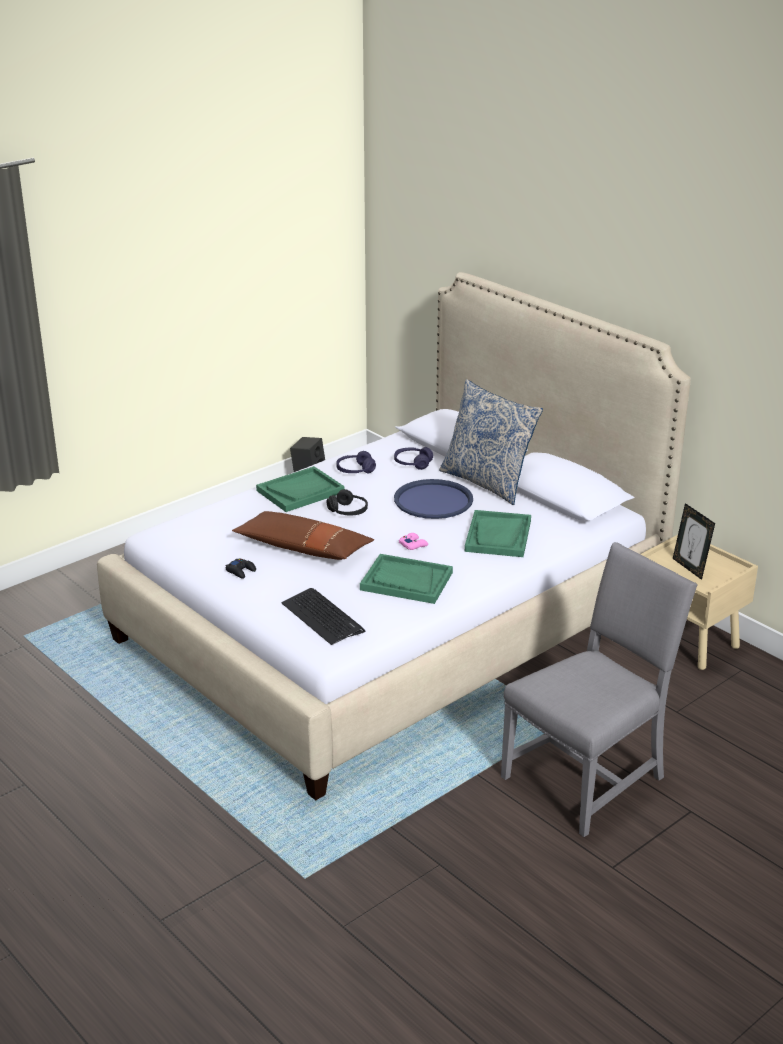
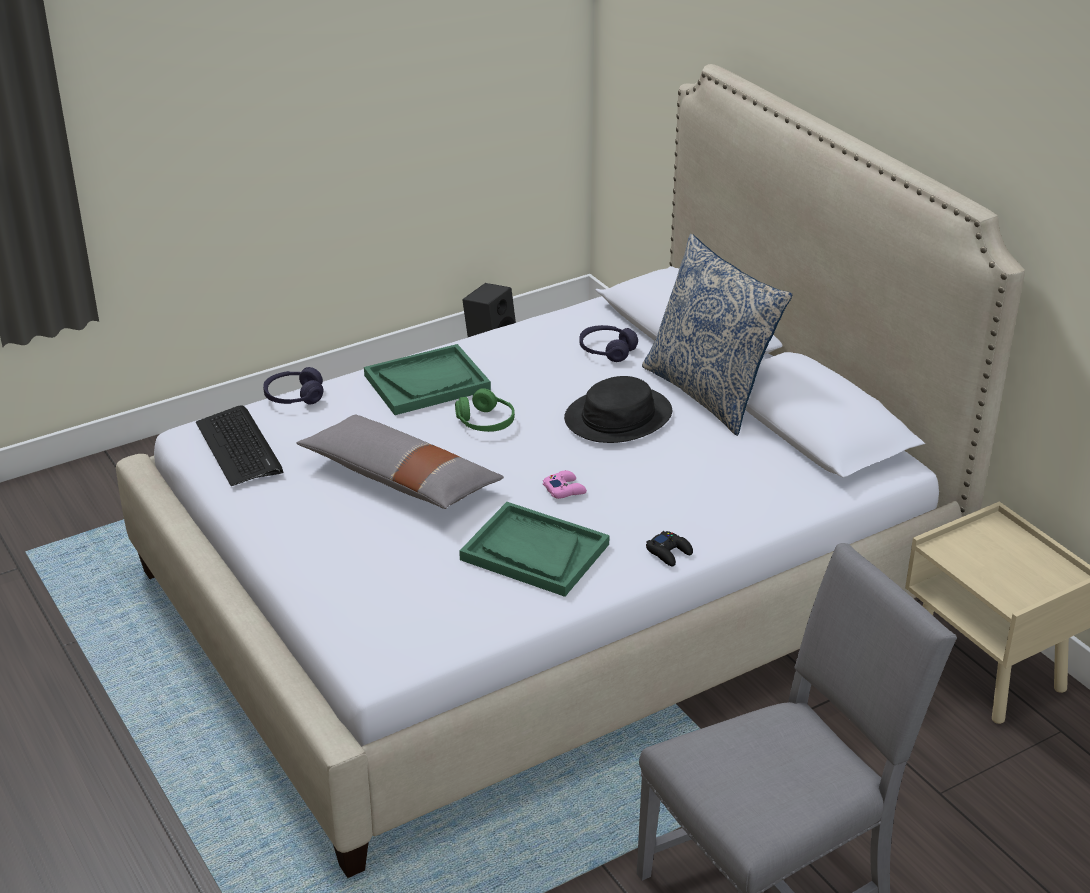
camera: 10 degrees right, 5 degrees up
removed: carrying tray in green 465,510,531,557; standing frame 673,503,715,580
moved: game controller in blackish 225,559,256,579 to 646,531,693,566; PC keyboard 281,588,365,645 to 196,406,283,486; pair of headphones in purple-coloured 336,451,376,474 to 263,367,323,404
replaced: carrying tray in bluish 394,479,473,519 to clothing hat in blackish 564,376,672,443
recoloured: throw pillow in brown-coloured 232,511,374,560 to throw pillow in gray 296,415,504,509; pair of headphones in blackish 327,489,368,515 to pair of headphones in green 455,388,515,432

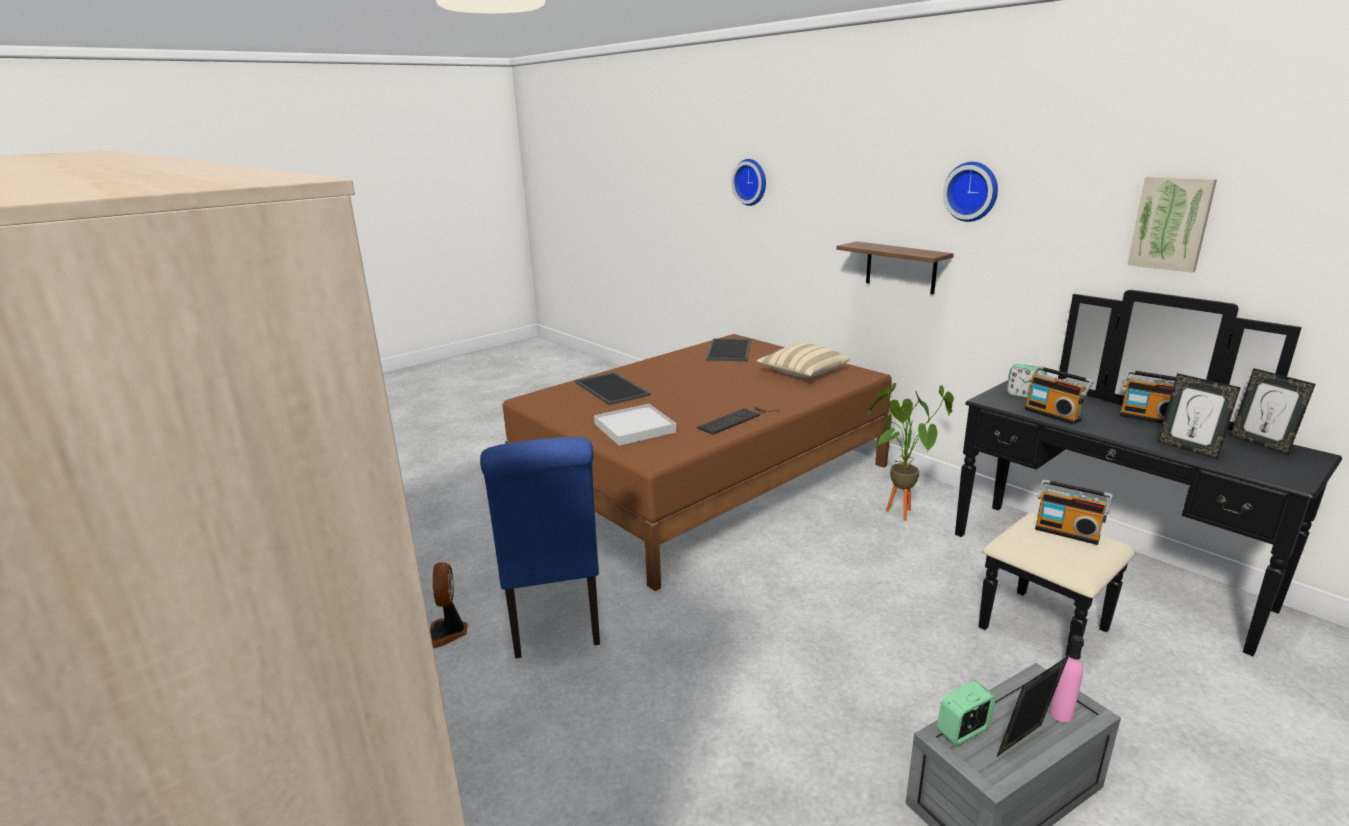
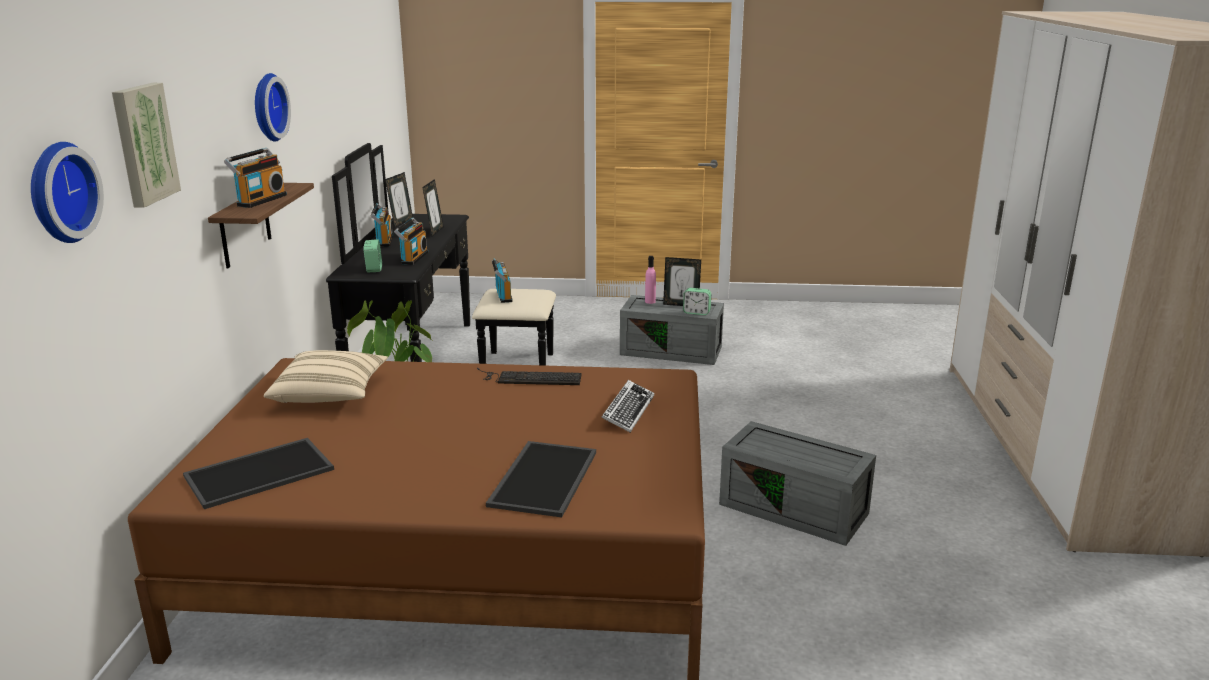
camera: 135 degrees left, 0 degrees up
removed: fan 430,562,468,648
added: radio set 224,148,287,208
moved: wall art 1127,177,1217,273 to 112,83,181,208
replaced: plain chair in bluish 480,437,600,659 to storage container in gray 719,421,876,546; carrying tray in whitish 594,404,676,446 to PC keyboard 601,380,654,433

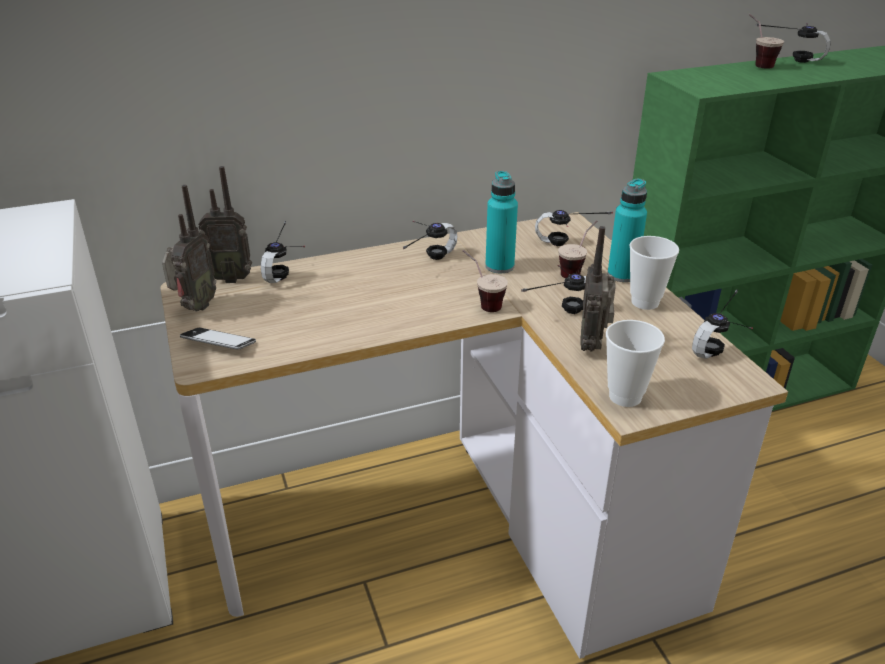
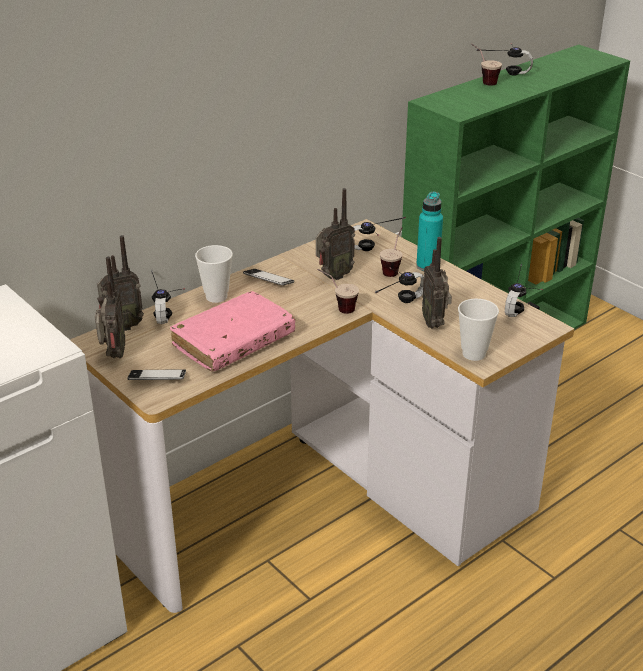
camera: 20 degrees left, 0 degrees up
added: volume in pink 170,291,295,372
moved: cup 629,236,679,310 to 195,245,233,303
replaced: pair of headphones 403,221,457,260 to phone 243,269,294,285; beverage bottle in turquoise-coloured 485,171,518,273 to radio set 316,188,355,280

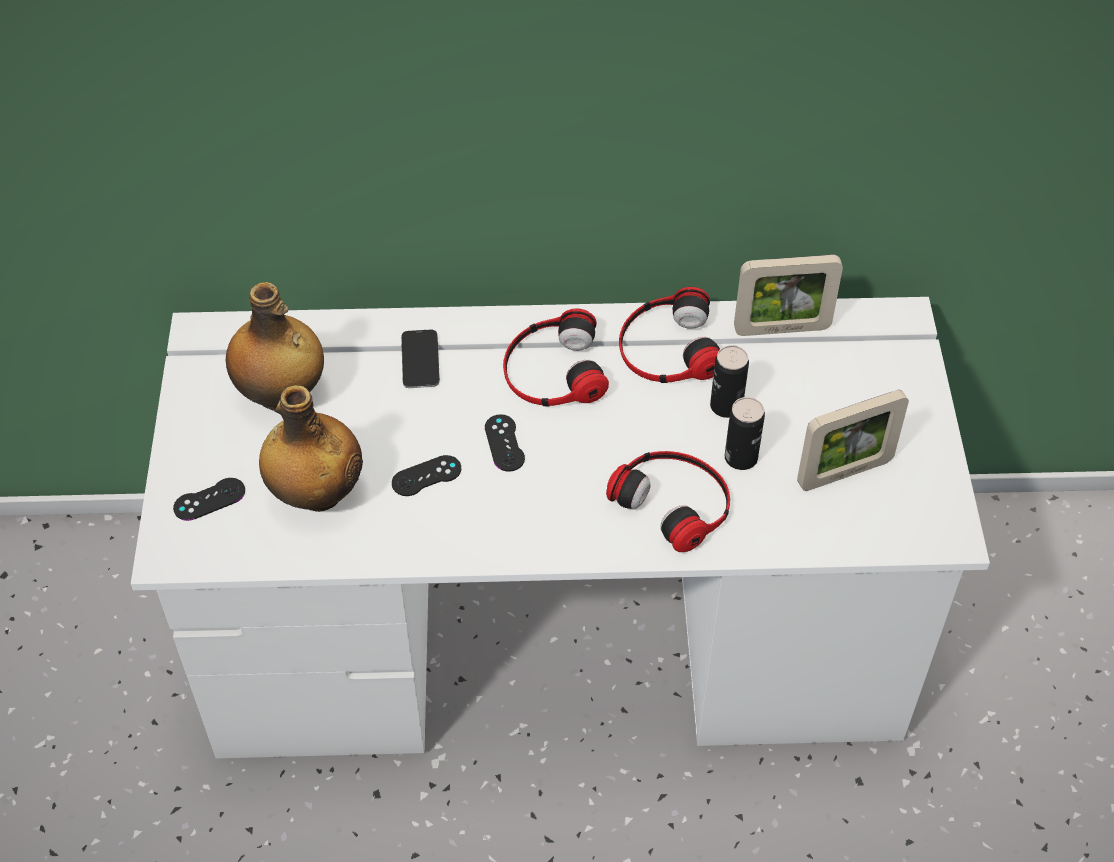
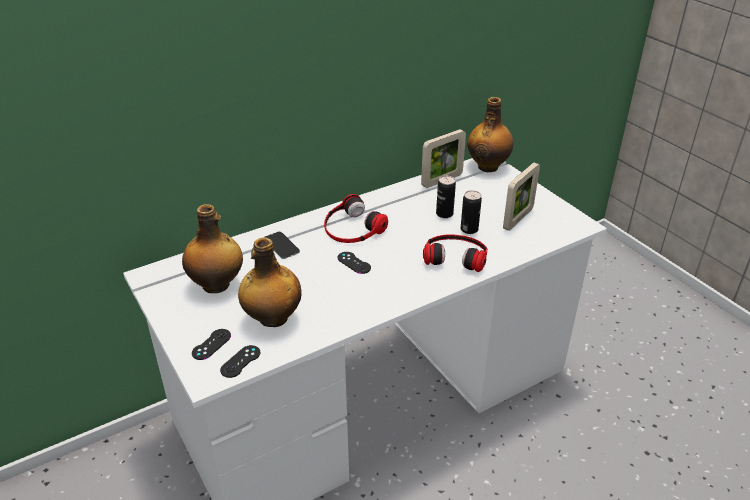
camera: 30 degrees left, 15 degrees down
removed: pair of headphones 619,287,720,383
added: beverage bottle 467,97,514,172
moved: game controller in blackish 392,455,461,496 to 220,345,260,378

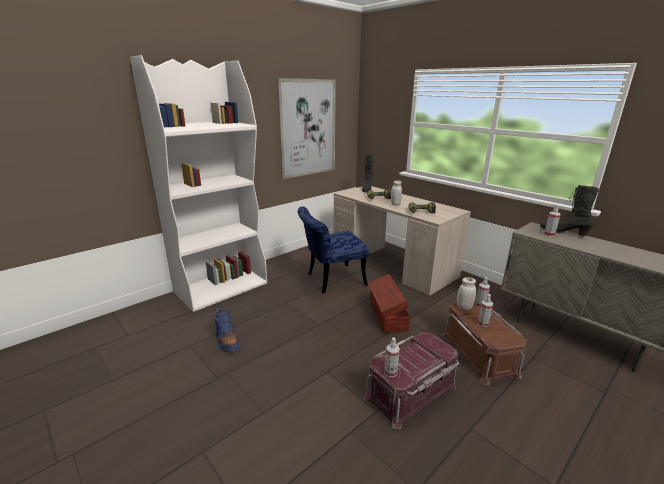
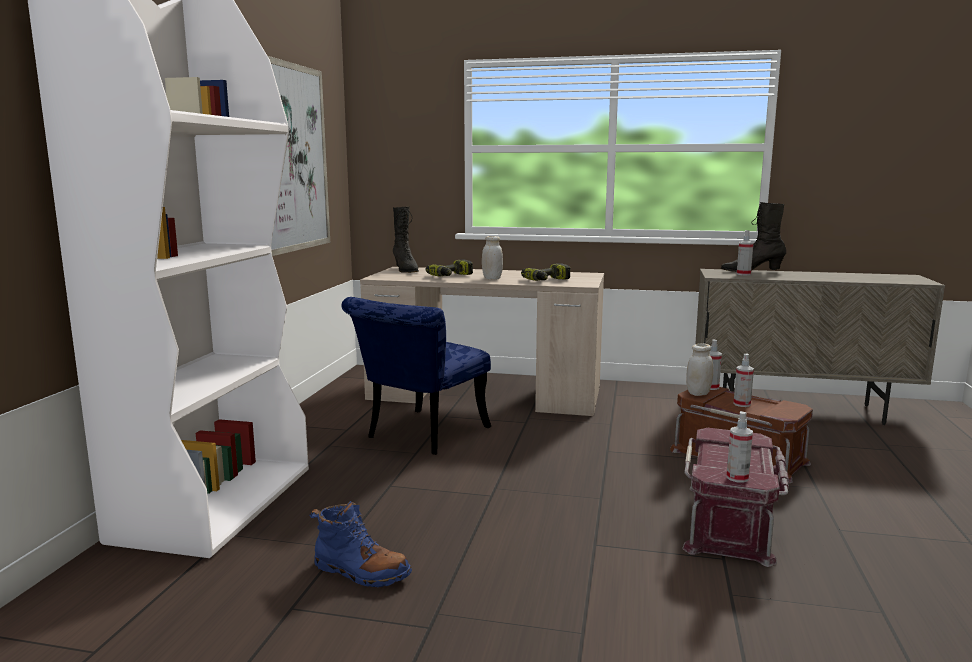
camera: 35 degrees left, 10 degrees down
removed: storage container in brown-coloured 368,274,410,333

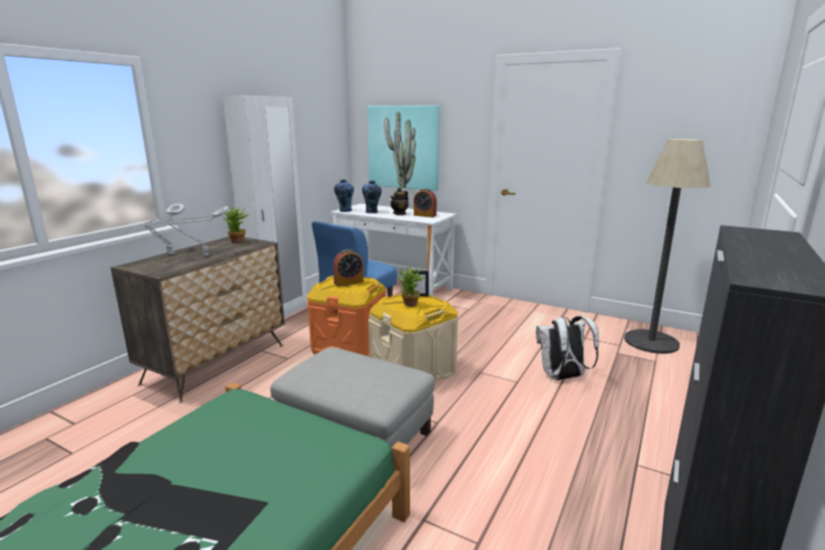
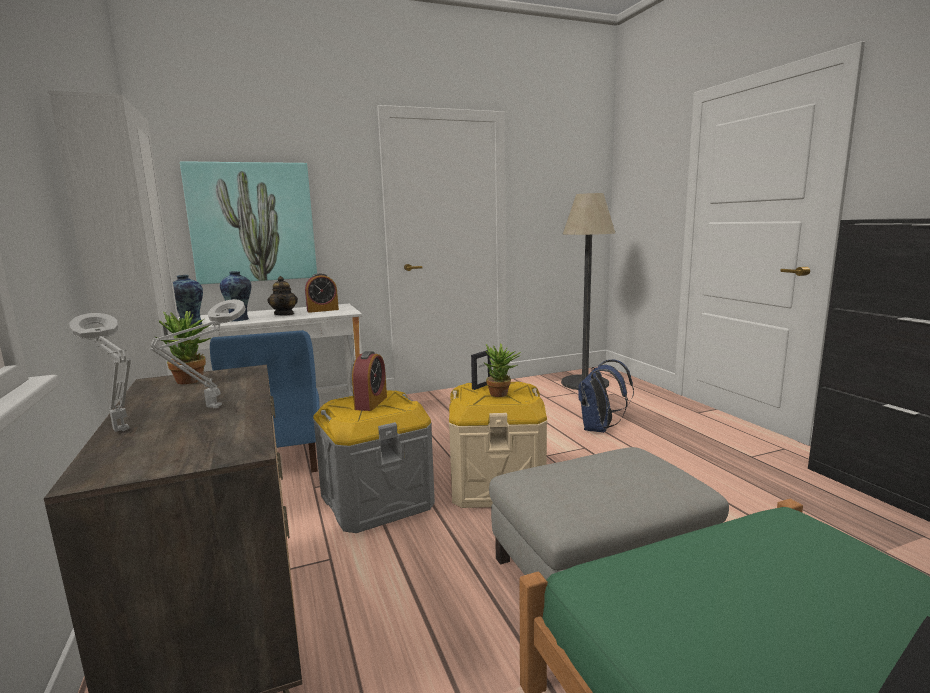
camera: 50 degrees left, 5 degrees down
recoloured: storage container in orange-coloured 307,275,386,357 to storage container in gray 313,390,435,533; backpack in whitish 536,316,599,380 to backpack in bluish 578,359,634,433

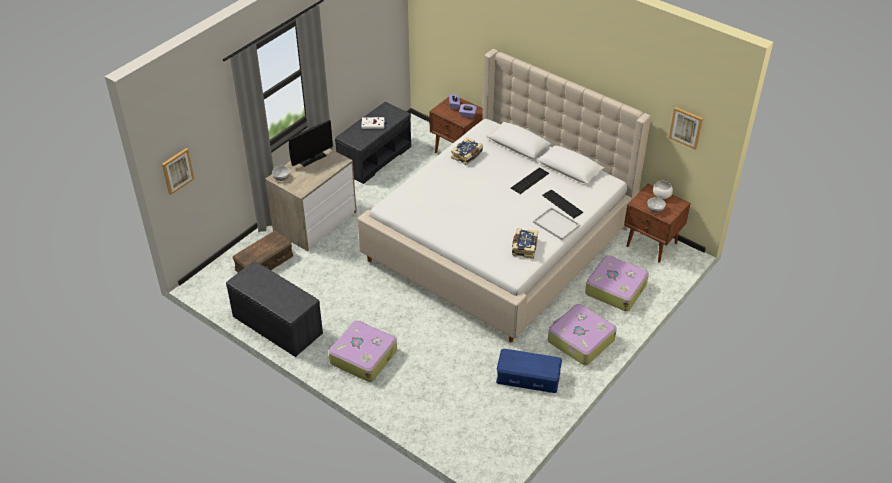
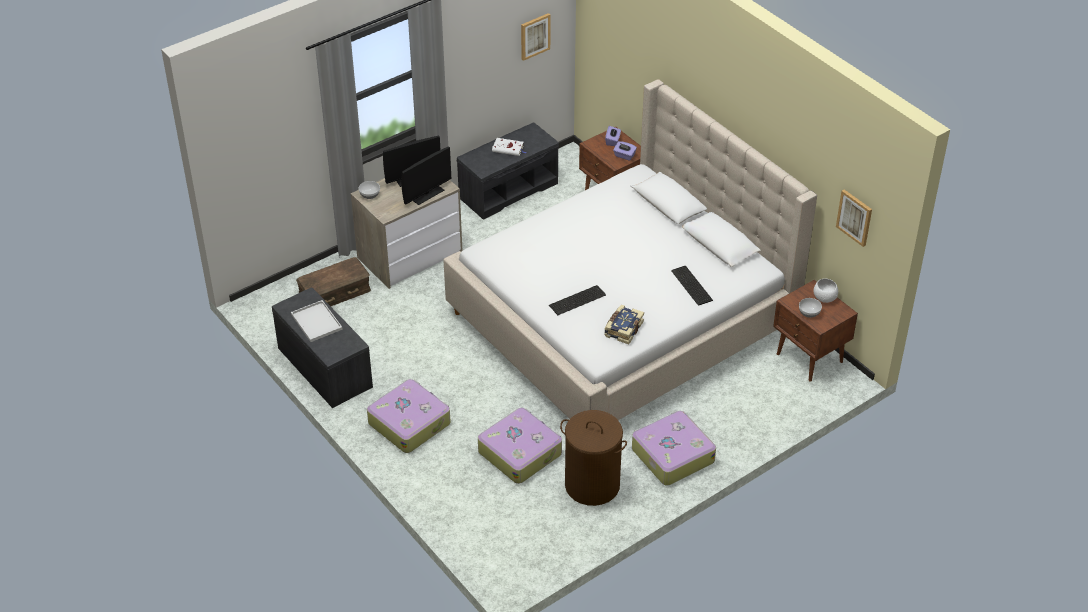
camera: 15 degrees right, 0 degrees up
removed: volume 451,137,483,165
added: computer display 401,146,451,205
moved: wall art 162,148,194,195 to 521,13,550,61; PC keyboard 511,168,549,194 to 549,285,606,315; carrying tray in whitish 533,207,580,240 to 291,300,343,342; suitcase 585,255,649,311 to 478,408,562,484
replaced: storage container in bluish 496,349,562,393 to hamper in brown-coloured 560,410,627,506

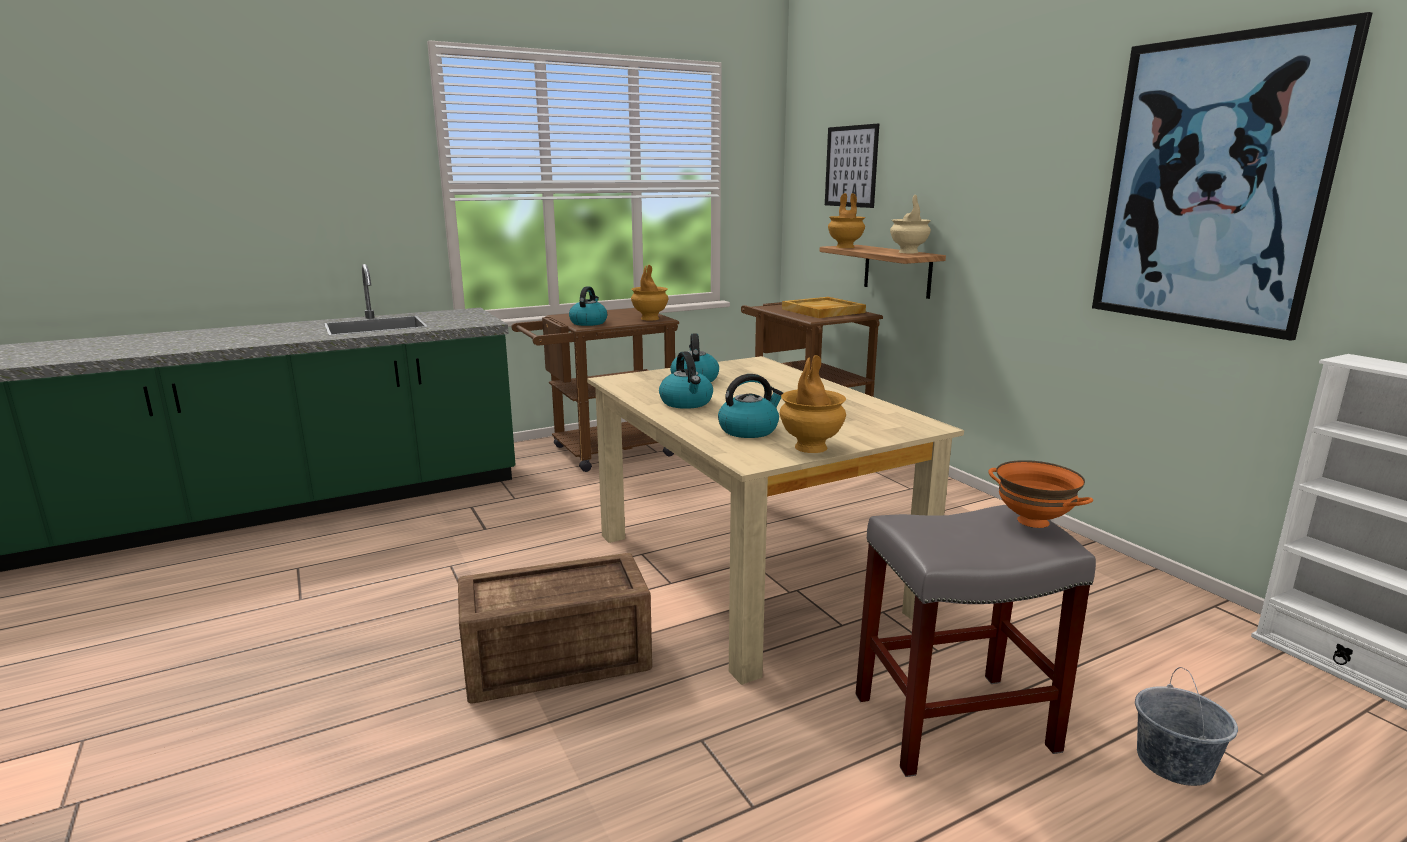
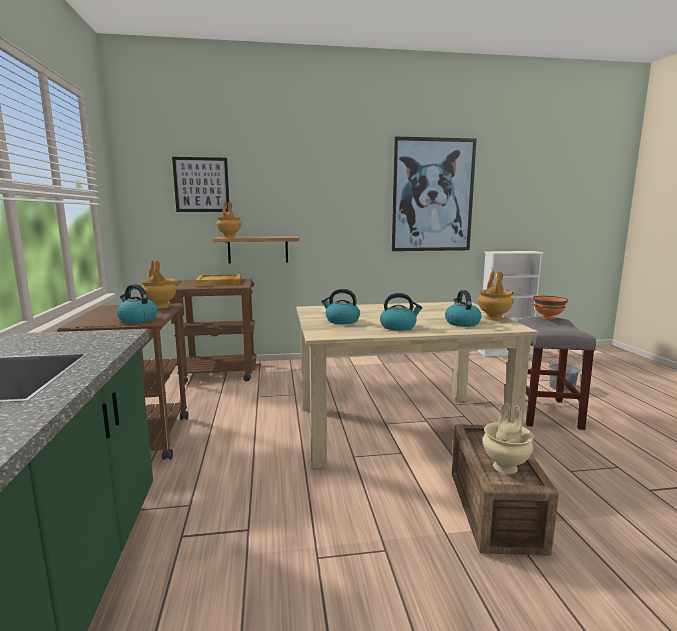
camera: 70 degrees left, 5 degrees down
moved: vase in beige-coloured 890,195,931,253 to 483,403,534,474

